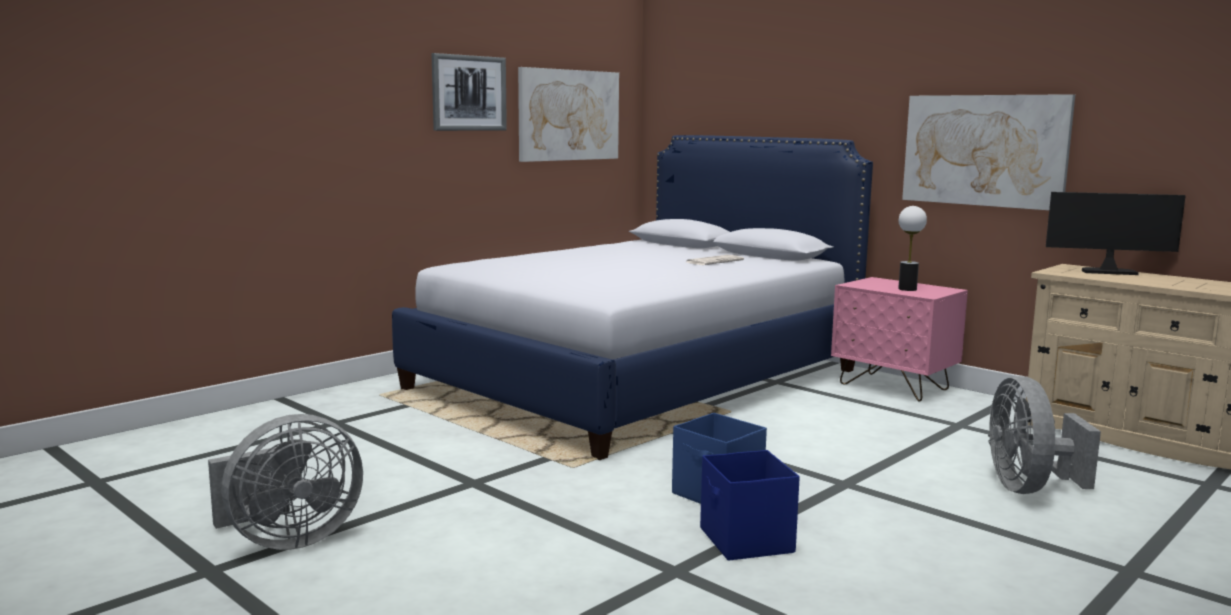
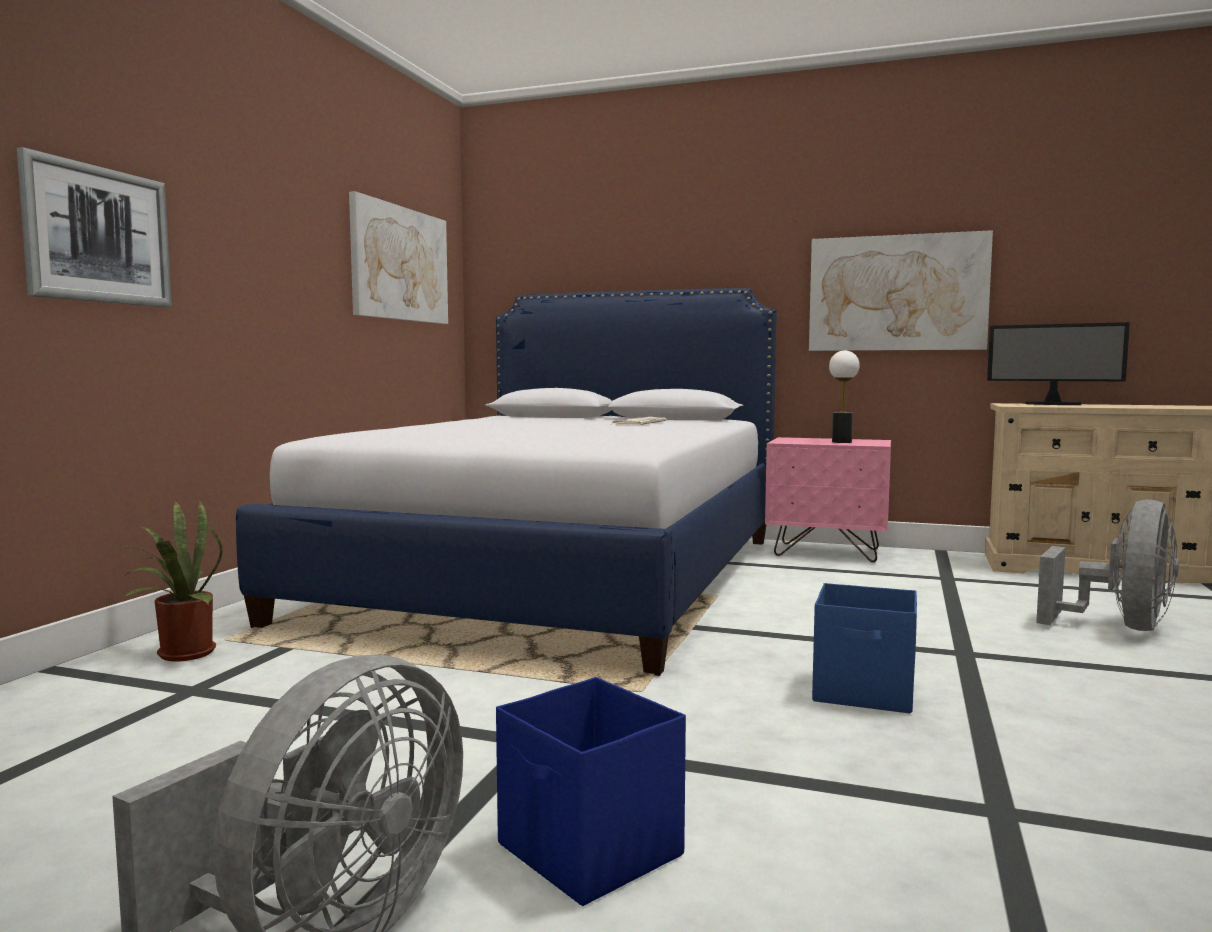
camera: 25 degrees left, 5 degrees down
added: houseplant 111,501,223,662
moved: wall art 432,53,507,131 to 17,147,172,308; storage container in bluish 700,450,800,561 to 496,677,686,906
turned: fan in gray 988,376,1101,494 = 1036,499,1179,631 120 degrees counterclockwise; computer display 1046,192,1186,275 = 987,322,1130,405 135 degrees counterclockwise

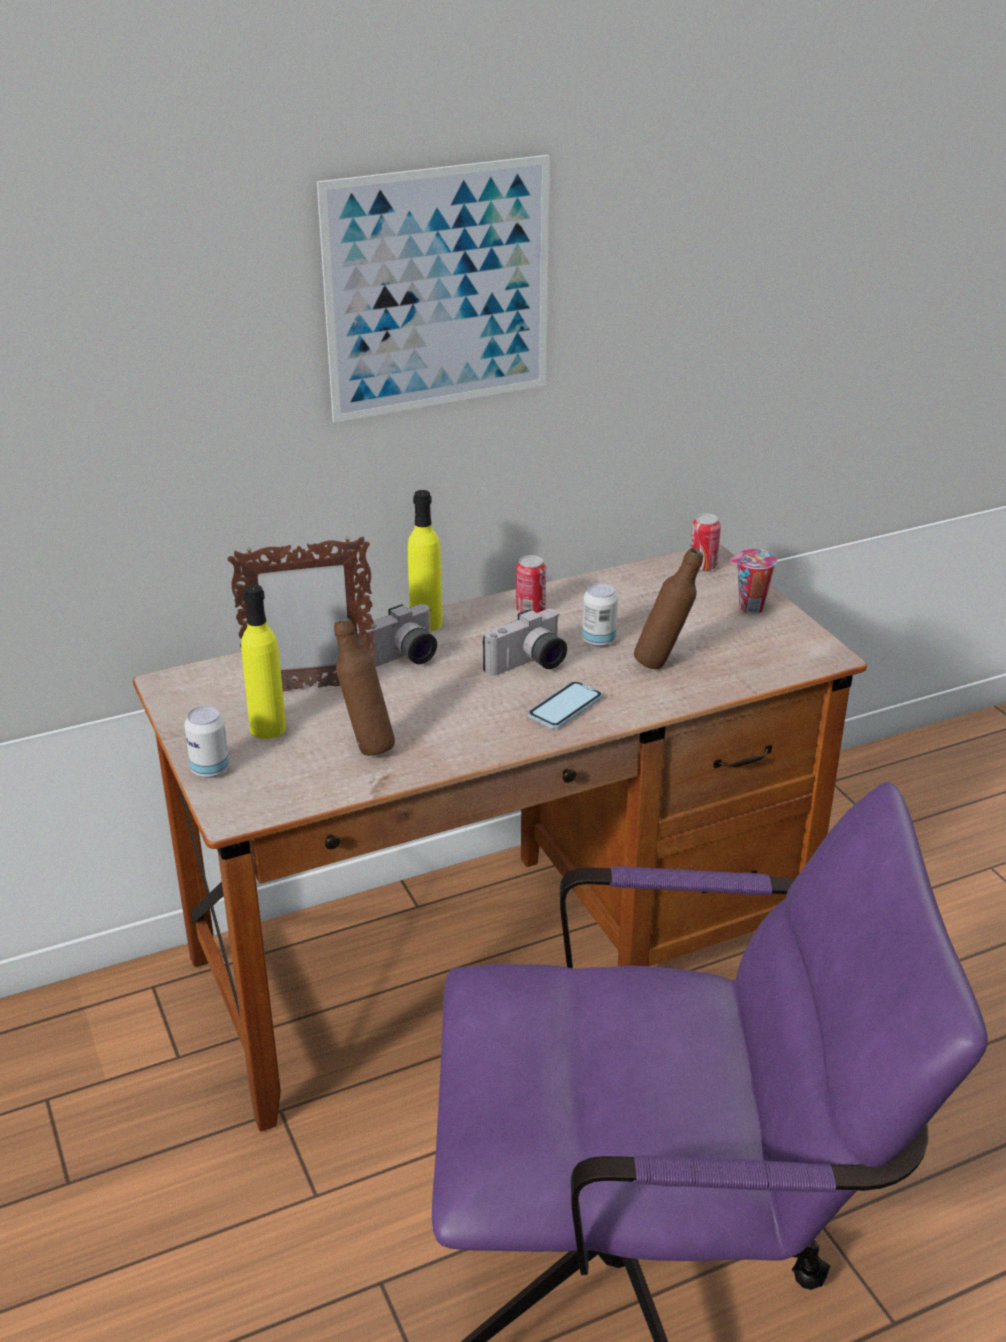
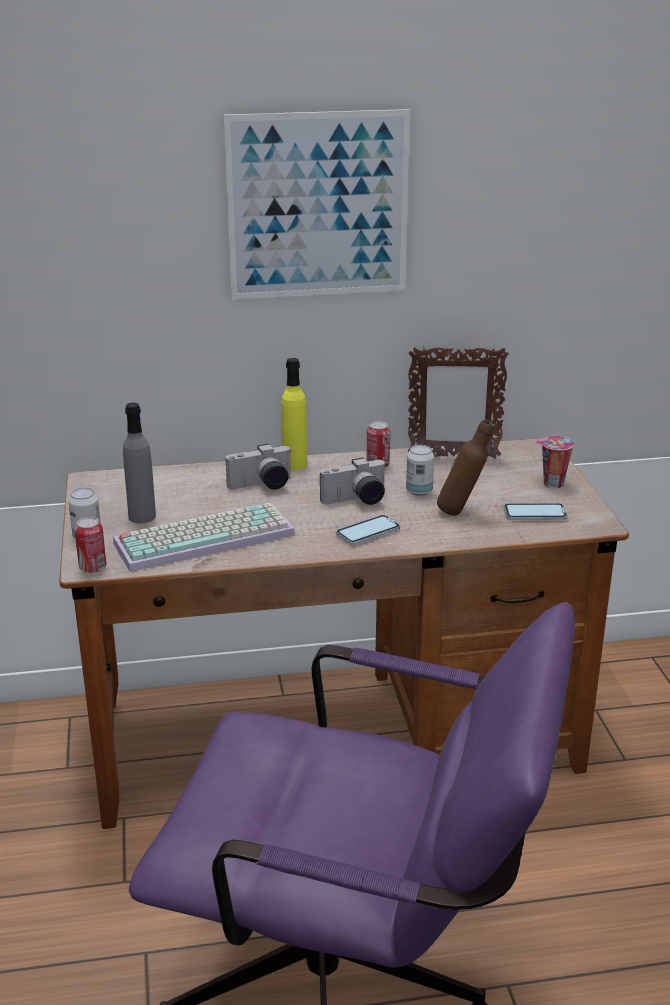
camera: 15 degrees right, 5 degrees down
added: phone 504,503,568,520
moved: standing frame 228,536,375,692 to 408,346,509,459; sealed can 690,513,721,571 to 74,517,106,573
replaced: beverage bottle in brown-coloured 334,619,395,756 to PC keyboard 113,503,295,572
recoloured: beverage bottle in yellow-coloured 241,585,286,739 to beverage bottle in gray 123,403,156,523

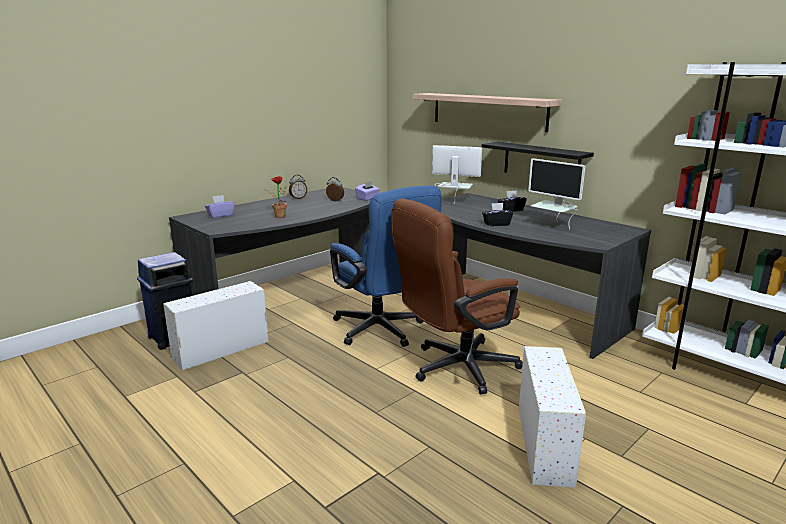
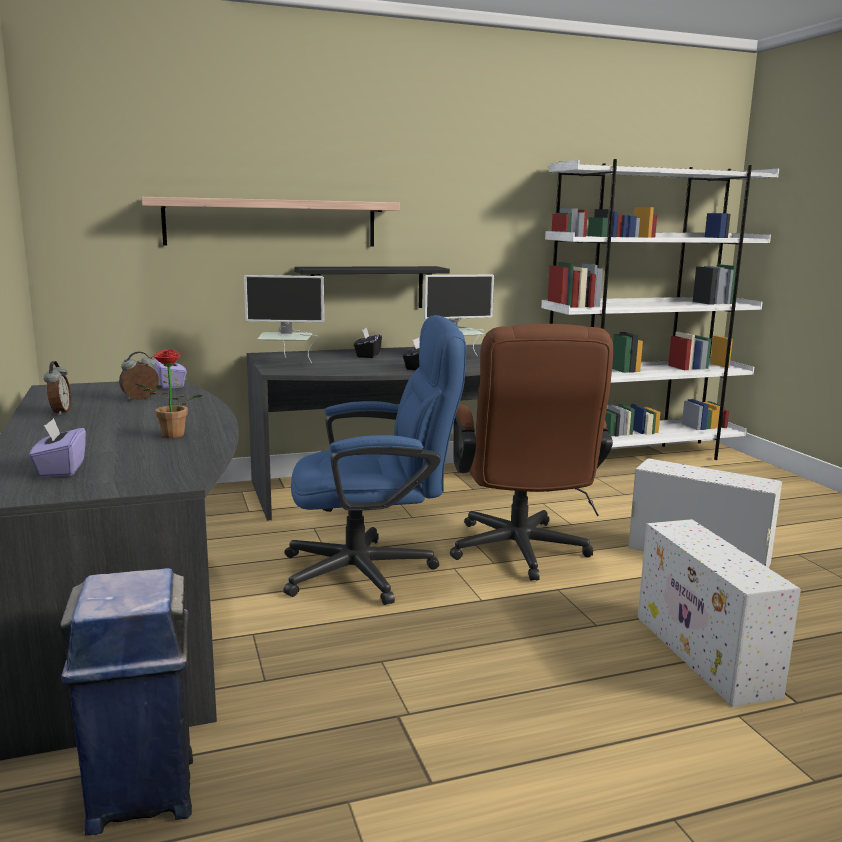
camera: 65 degrees left, 5 degrees down
moved: storage container in whitish 163,281,269,371 to 638,519,801,707
turned: computer display 432,145,482,203 = 244,275,324,364 135 degrees counterclockwise

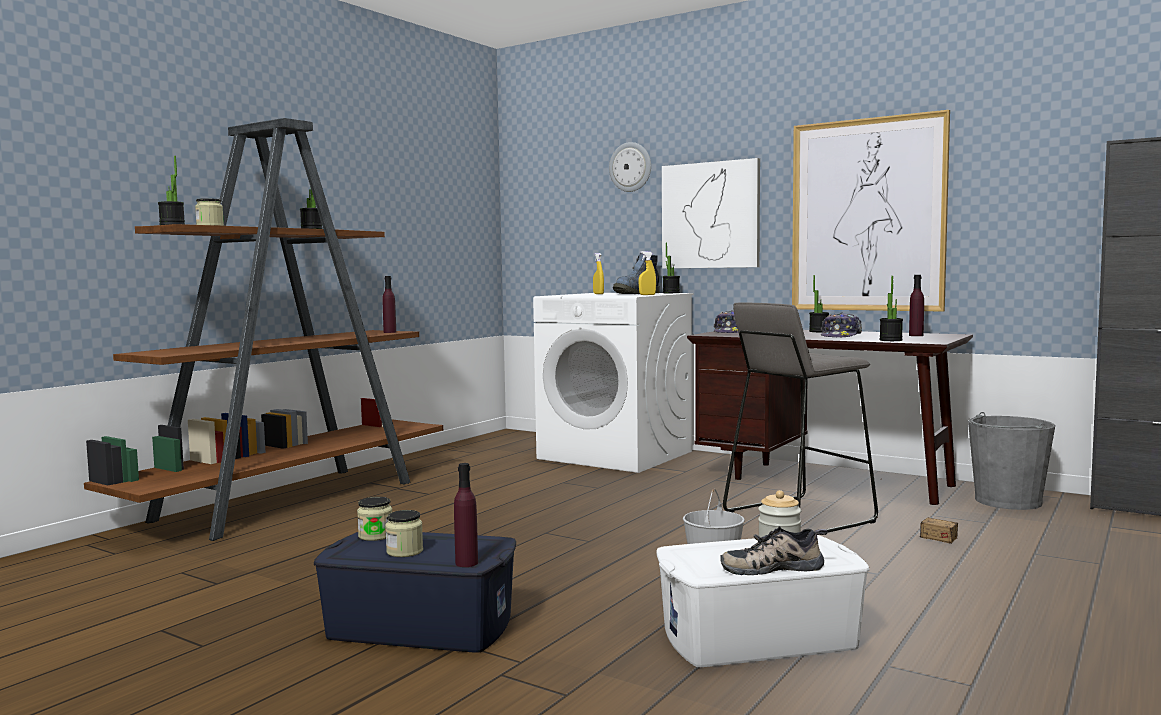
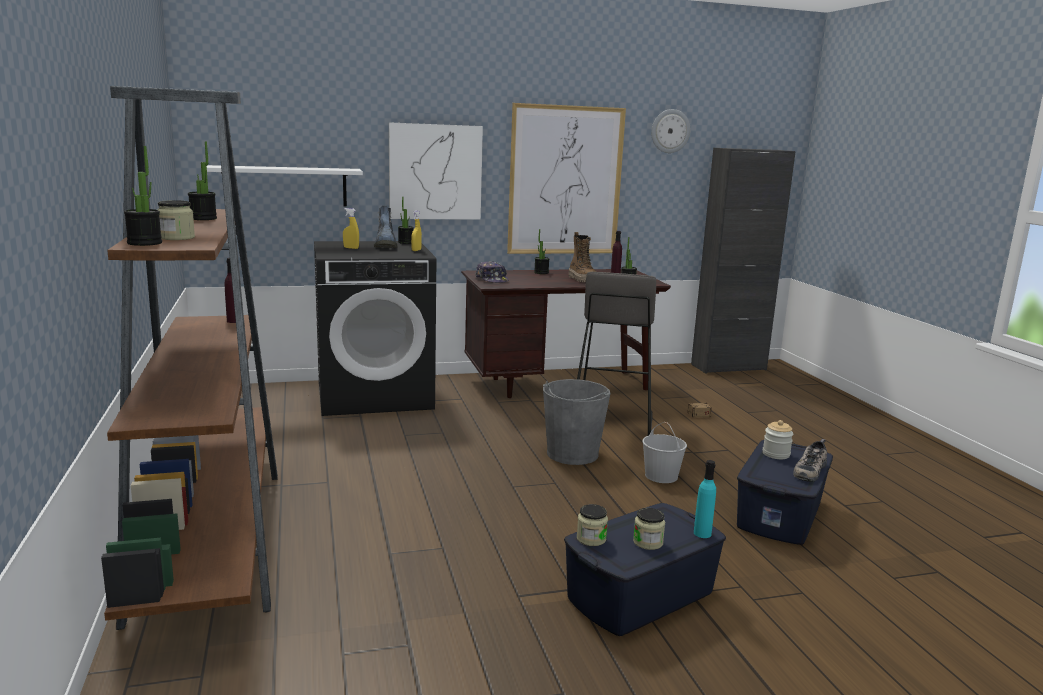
camera: 50 degrees left, 10 degrees up
added: bracket shelf in whitish 207,165,363,206
moved: clock on the wall 609,142,651,192 to 651,109,690,153; water bucket in gray 968,412,1055,510 to 543,379,611,465
replaced: cap 821,313,862,337 to high-top boot 569,232,597,282
recoloured: beverage bottle in purple-coloured 454,463,478,567 to beverage bottle in turquoise-coloured 694,460,716,538; laundry appliance in whitish 533,293,693,473 to laundry appliance in blackish 314,241,436,416; storage container in whitish 657,535,869,667 to storage container in bluish 737,440,833,545

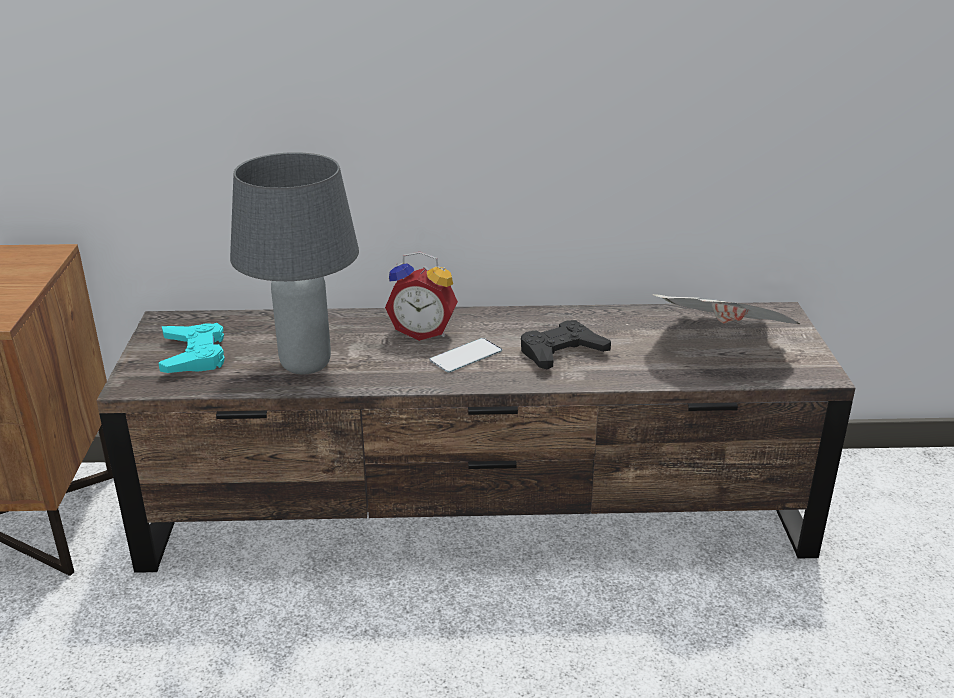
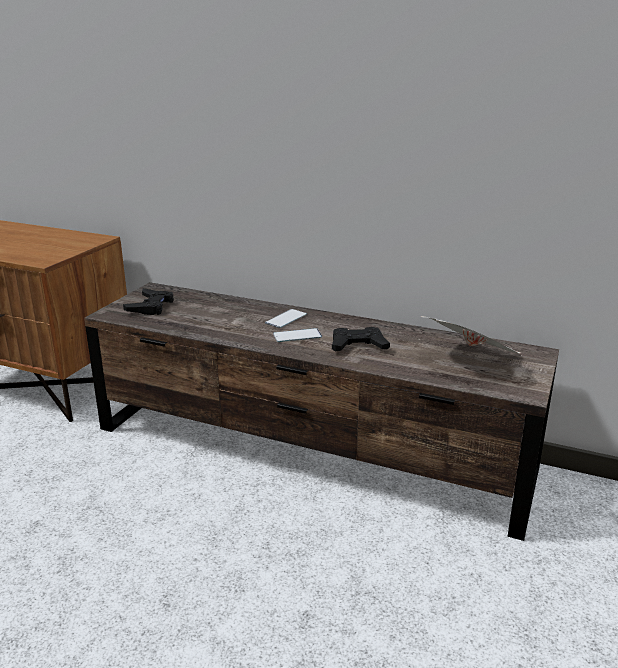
camera: 25 degrees right, 5 degrees down
removed: tabletop lamp in gray 230,152,359,374
replaced: bedside clock 385,252,458,341 to phone 265,309,307,328
recoloured: game controller in turquoise-coloured 158,323,225,373 to game controller in blackish 123,288,174,315

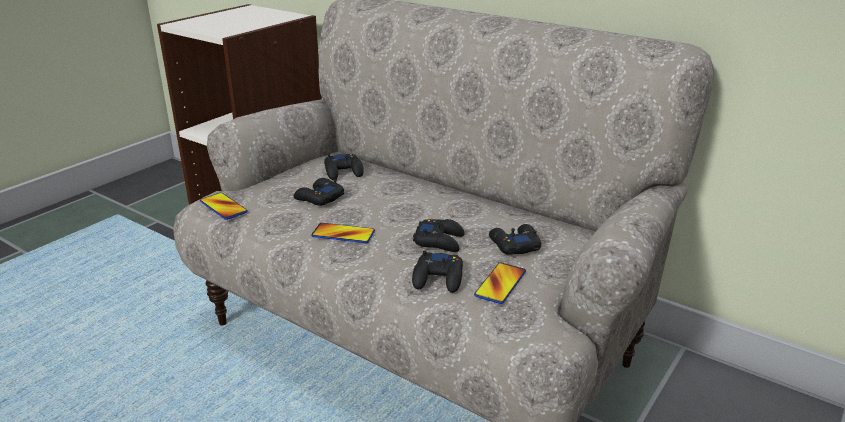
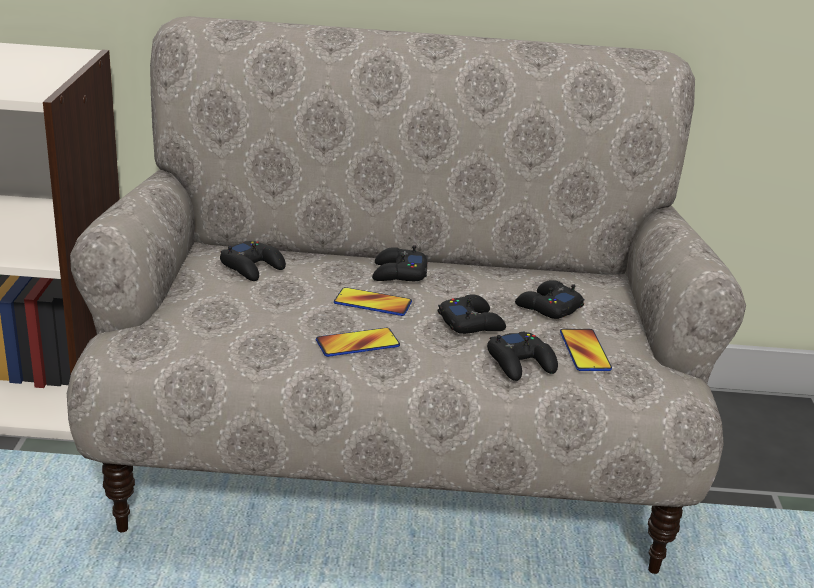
camera: 35 degrees left, 0 degrees up
moved: phone 200,193,248,220 to 334,287,412,316; game controller in blackish 294,178,344,206 to 372,245,428,281

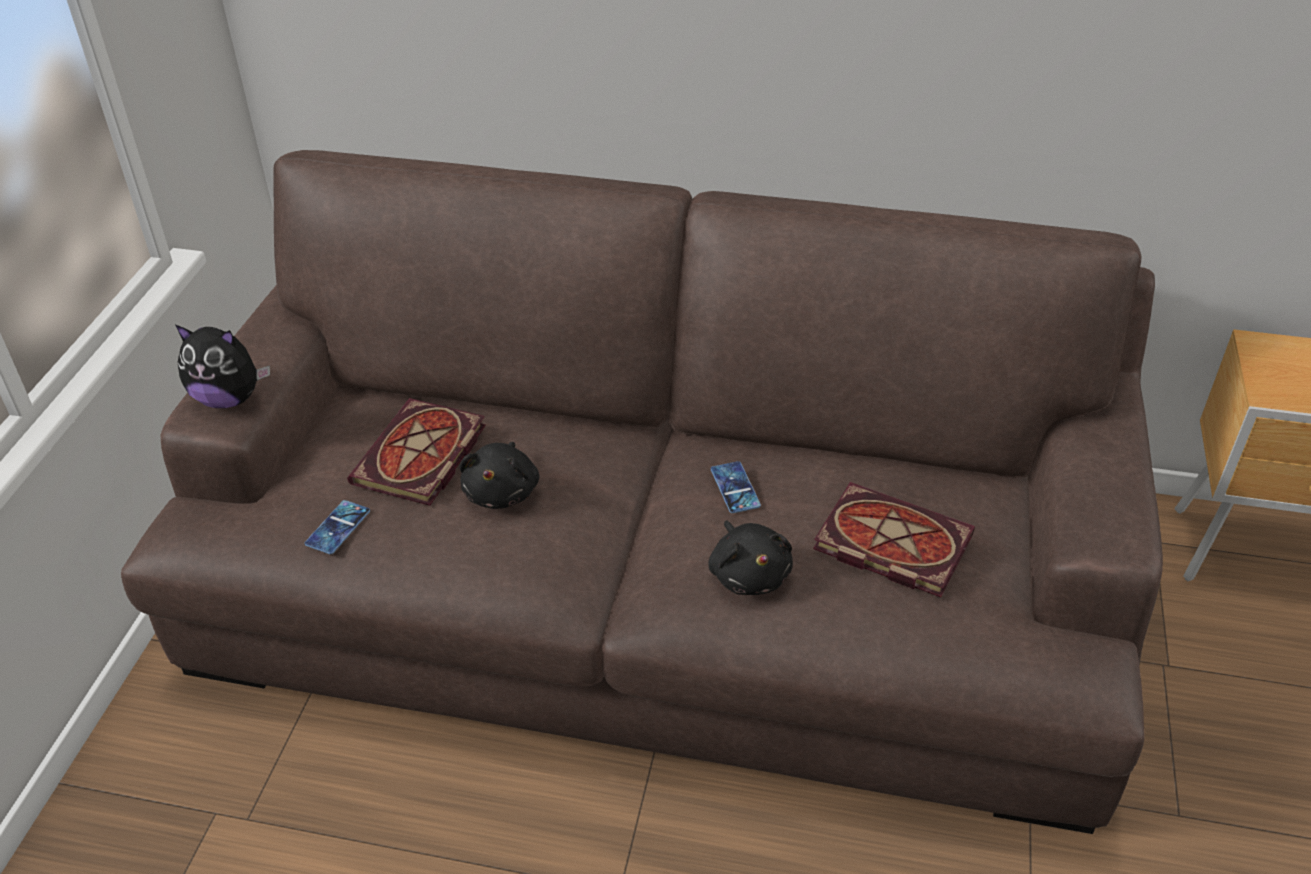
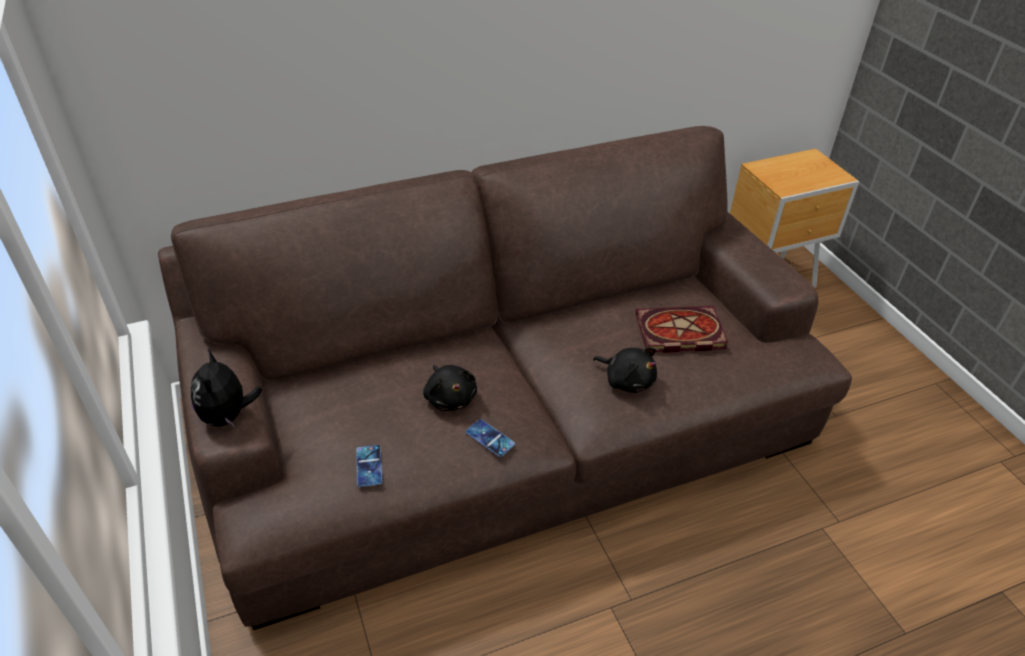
camera: 35 degrees left, 0 degrees up
removed: volume 347,398,486,506
moved: phone 711,461,761,513 to 465,419,515,457
turned: plush toy 176,325,270,408 = 191,350,262,427 105 degrees clockwise

